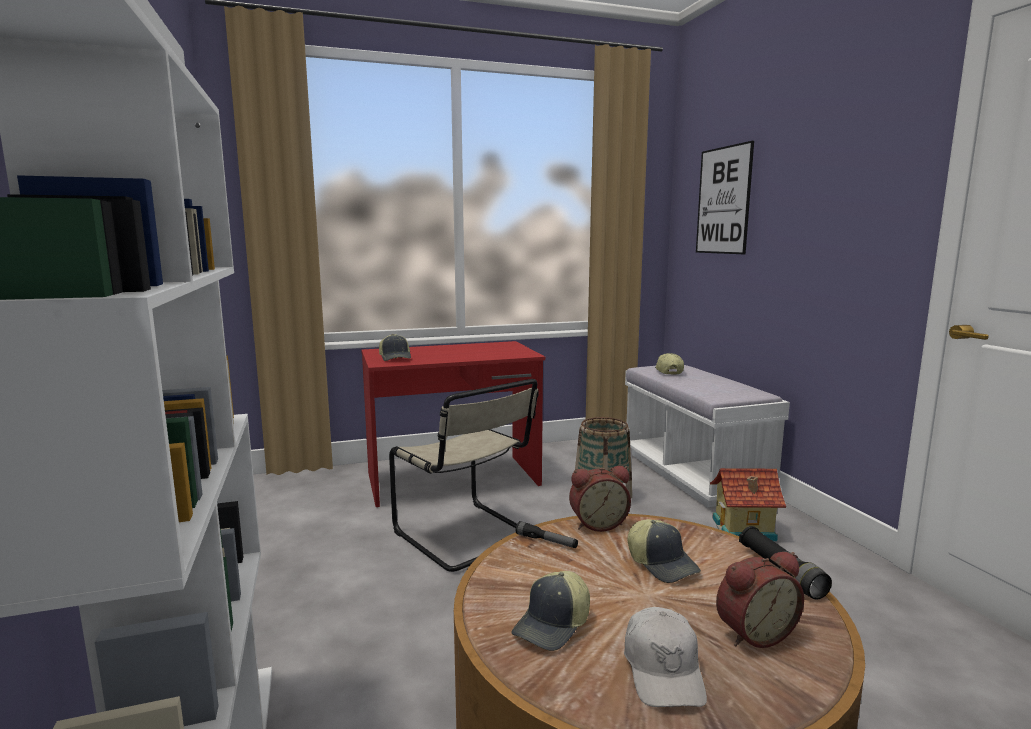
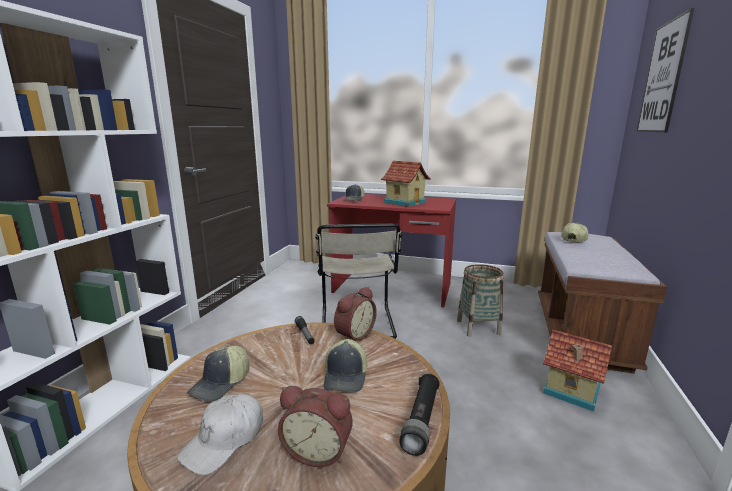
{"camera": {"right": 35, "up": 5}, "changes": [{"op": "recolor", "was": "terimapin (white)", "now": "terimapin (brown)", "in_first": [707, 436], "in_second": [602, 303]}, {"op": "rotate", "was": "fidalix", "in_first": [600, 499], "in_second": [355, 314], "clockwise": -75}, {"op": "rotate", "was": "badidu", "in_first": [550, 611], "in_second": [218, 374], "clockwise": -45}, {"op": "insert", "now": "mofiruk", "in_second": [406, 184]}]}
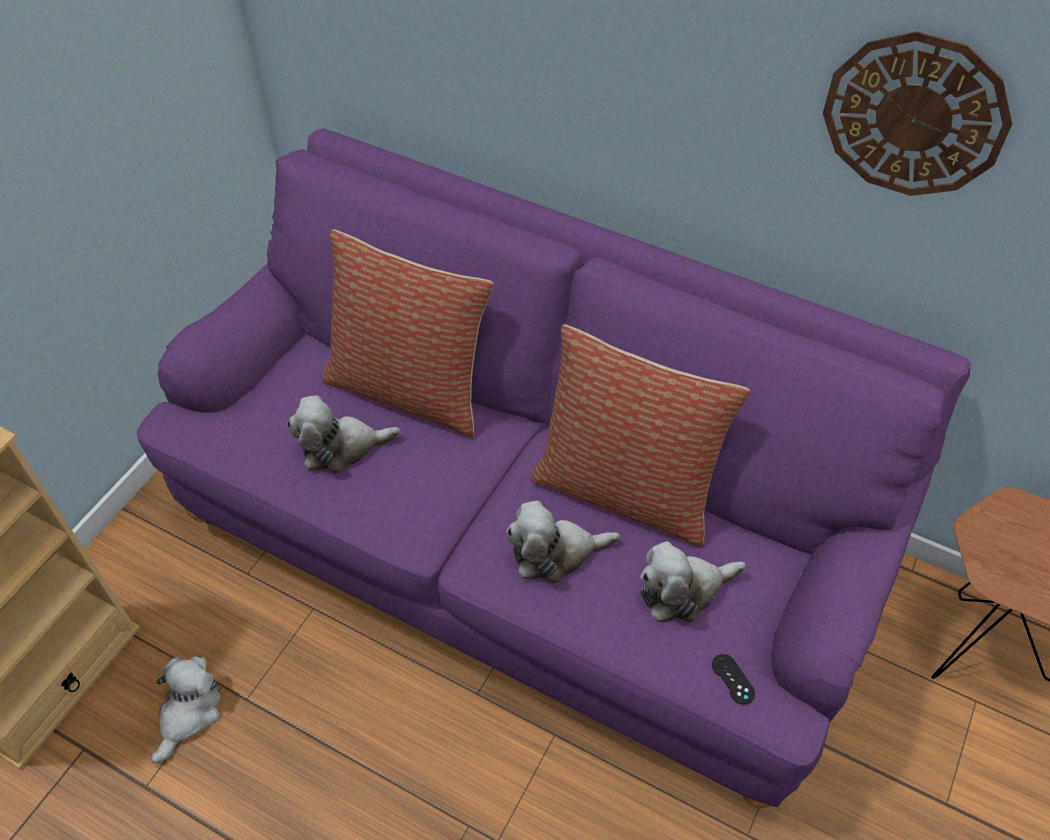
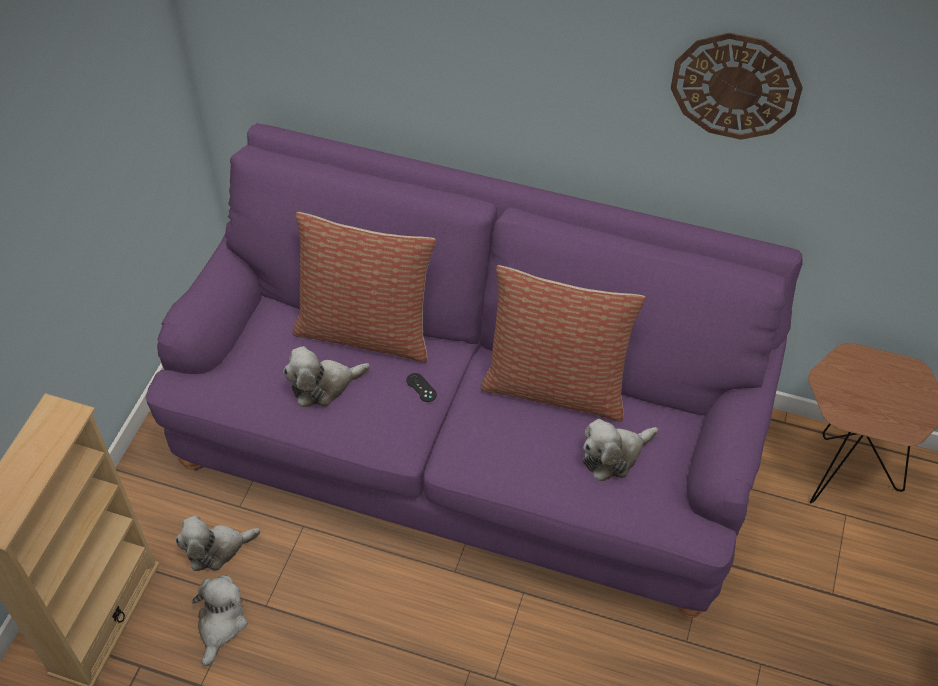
{"camera": {"right": -10, "up": 0}, "changes": [{"op": "move", "was": "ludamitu", "in_first": [563, 542], "in_second": [218, 543]}, {"op": "move", "was": "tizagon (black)", "in_first": [733, 679], "in_second": [421, 387]}]}
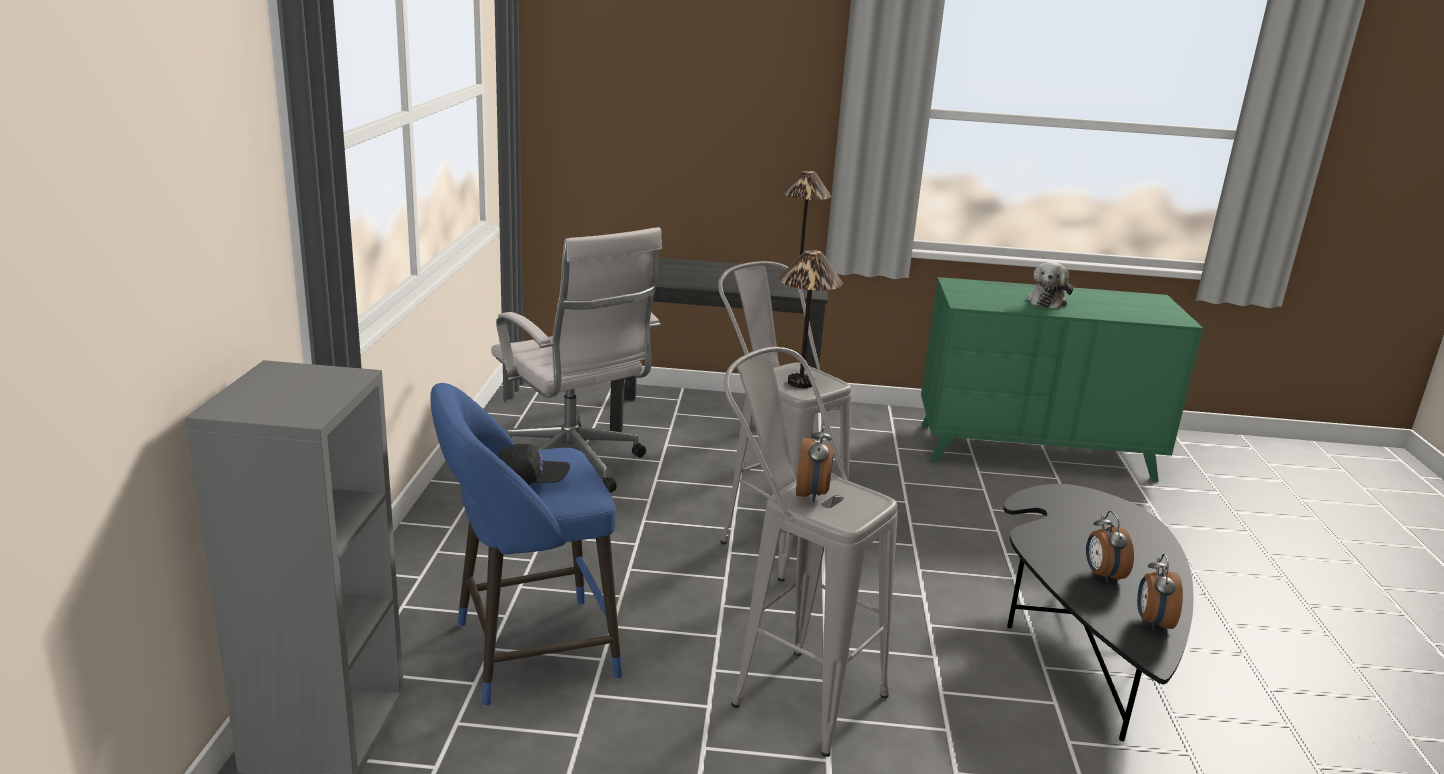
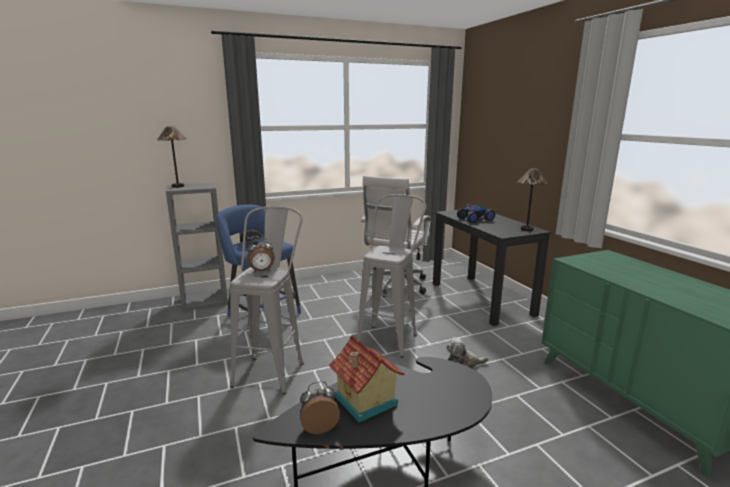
{"camera": {"right": 65, "up": -5}, "changes": [{"op": "move", "was": "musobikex", "in_first": [811, 319], "in_second": [172, 157]}, {"op": "move", "was": "ludamitu", "in_first": [1049, 285], "in_second": [467, 353]}, {"op": "replace", "was": "fidalix", "now": "mofiruk", "in_first": [1110, 547], "in_second": [367, 378]}, {"op": "insert", "now": "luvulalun", "in_second": [476, 213]}]}
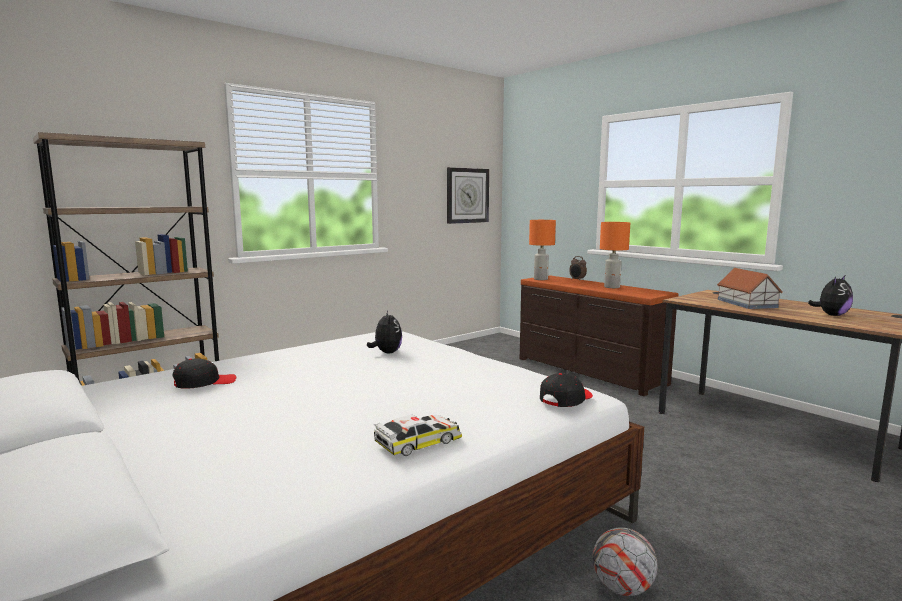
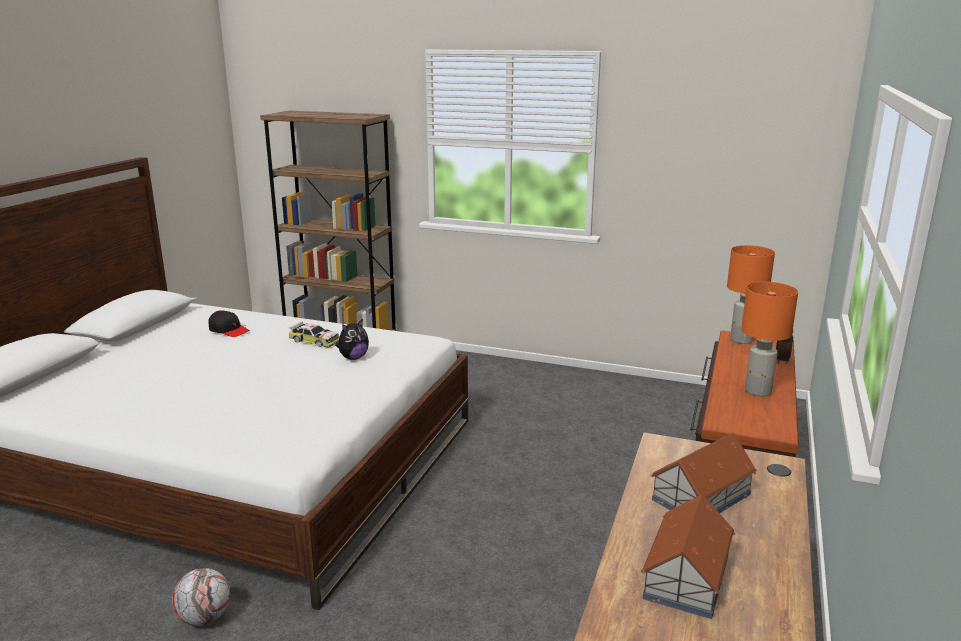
{"camera": {"right": 60, "up": 10}, "changes": [{"op": "delete", "was": "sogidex", "in_first": [468, 195]}, {"op": "replace", "was": "ludamitu", "now": "mofiruk", "in_first": [830, 296], "in_second": [688, 556]}, {"op": "delete", "was": "badidu (black)", "in_first": [566, 390]}, {"op": "move", "was": "luvulalun", "in_first": [417, 435], "in_second": [314, 335]}]}
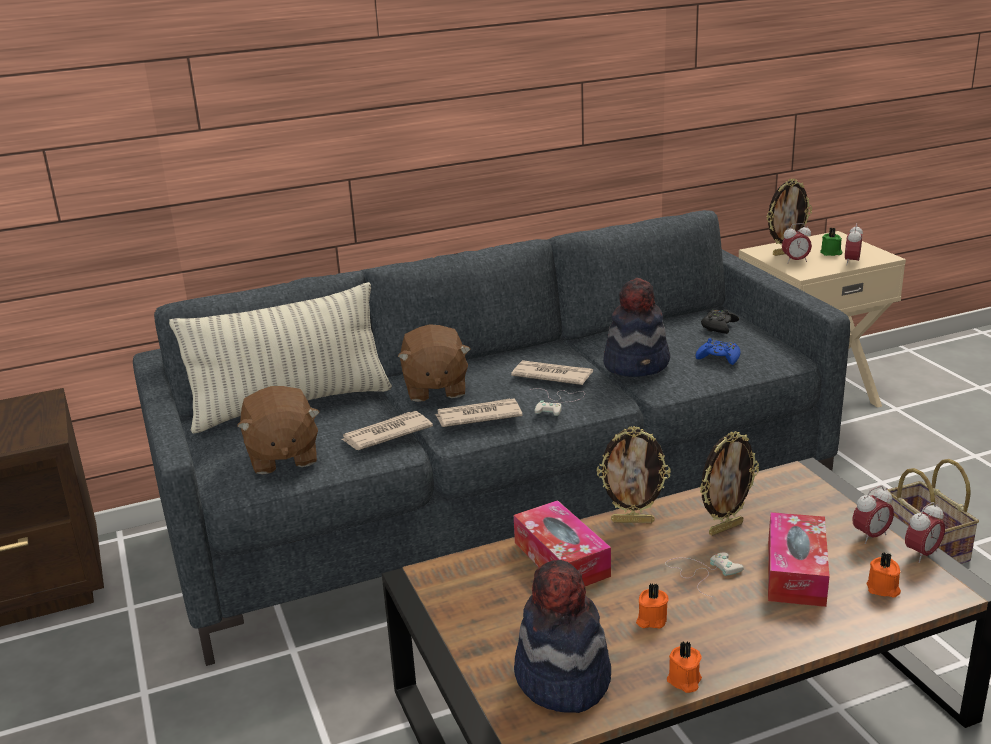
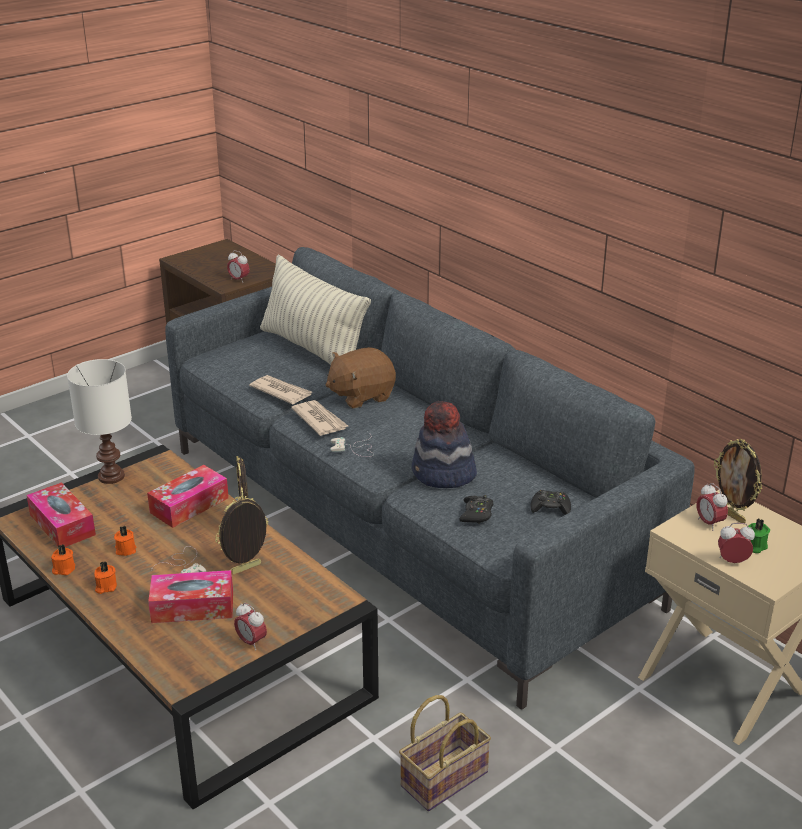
{"camera": {"right": 70, "up": 5}, "changes": [{"op": "recolor", "was": "tizagon (blue)", "now": "tizagon (black)", "in_first": [718, 351], "in_second": [476, 509]}, {"op": "delete", "was": "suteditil", "in_first": [552, 372]}, {"op": "delete", "was": "ludamitu (brown)", "in_first": [278, 430]}, {"op": "rotate", "was": "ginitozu", "in_first": [729, 483], "in_second": [242, 535], "clockwise": 105}, {"op": "move", "was": "fidalix", "in_first": [925, 532], "in_second": [238, 266]}, {"op": "move", "was": "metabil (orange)", "in_first": [883, 575], "in_second": [105, 577]}, {"op": "replace", "was": "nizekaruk", "now": "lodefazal", "in_first": [562, 636], "in_second": [61, 514]}, {"op": "insert", "now": "musobikex (white)", "in_second": [99, 421]}]}
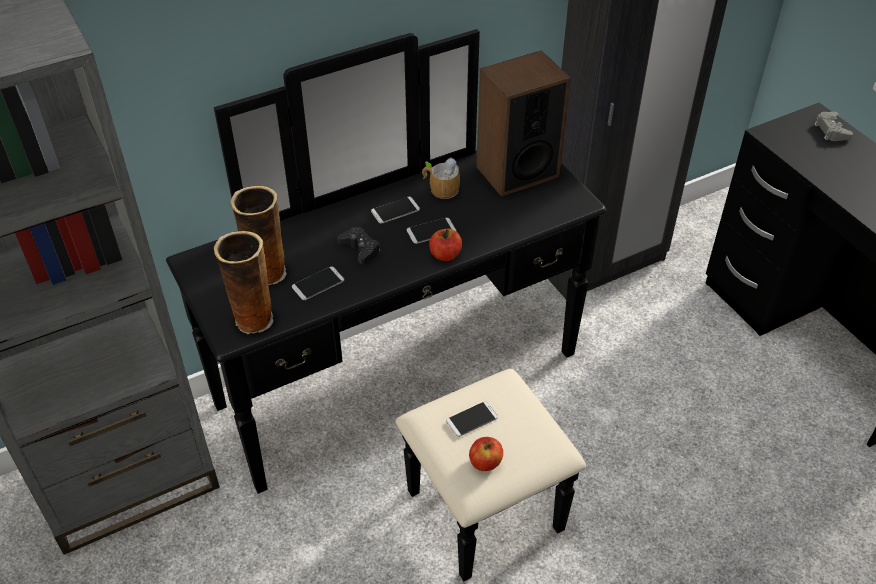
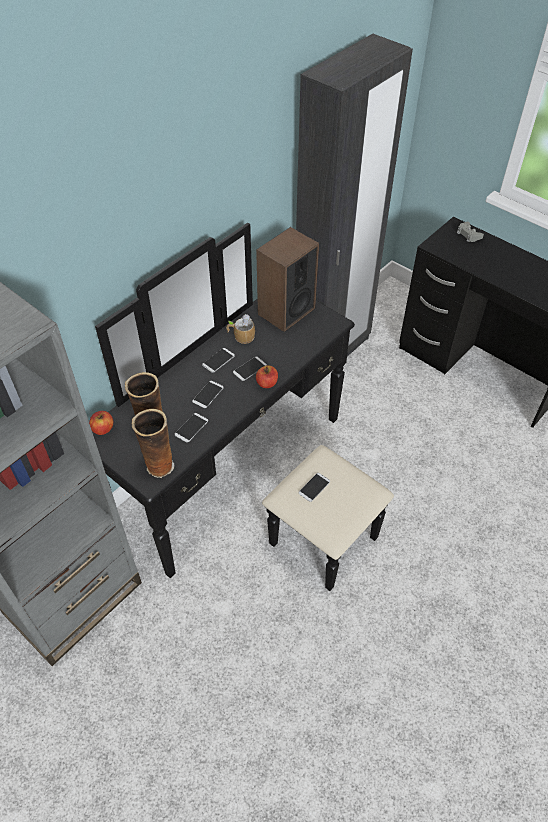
{"camera": {"right": -20, "up": 5}, "changes": [{"op": "replace", "was": "tizagon (black)", "now": "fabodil", "in_first": [358, 245], "in_second": [208, 394]}, {"op": "move", "was": "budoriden", "in_first": [486, 454], "in_second": [101, 423]}]}
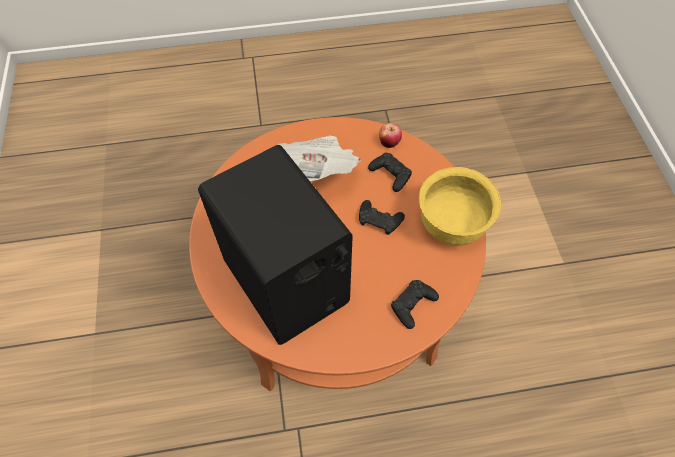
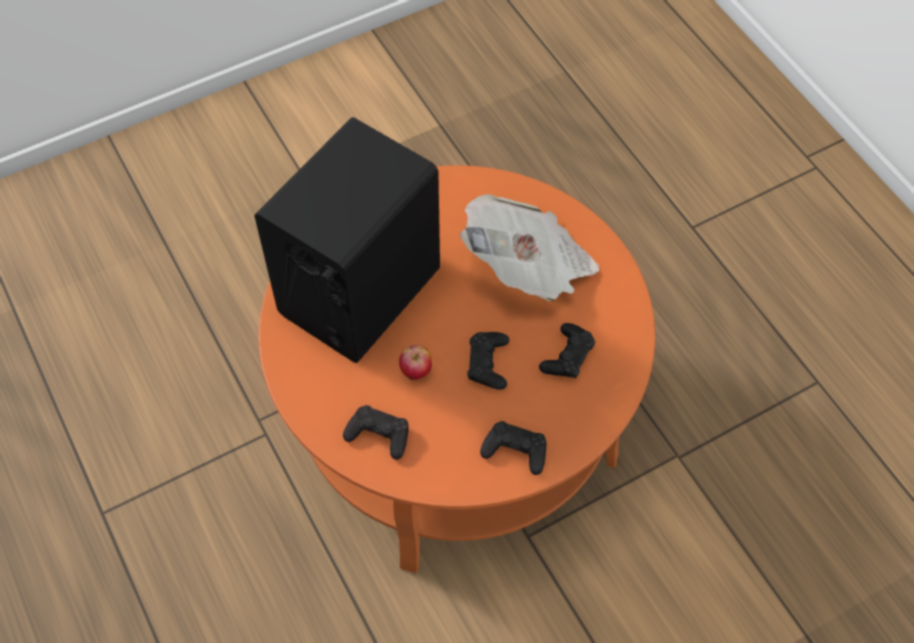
{"camera": {"right": 70, "up": 0}, "changes": [{"op": "move", "was": "budoriden", "in_first": [390, 135], "in_second": [415, 362]}, {"op": "replace", "was": "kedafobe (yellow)", "now": "tizagon (black)", "in_first": [460, 206], "in_second": [513, 448]}]}
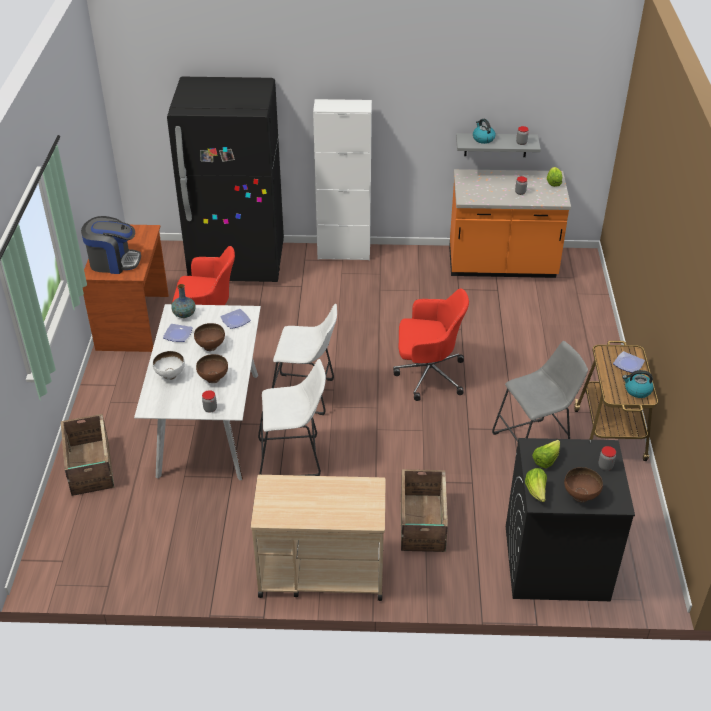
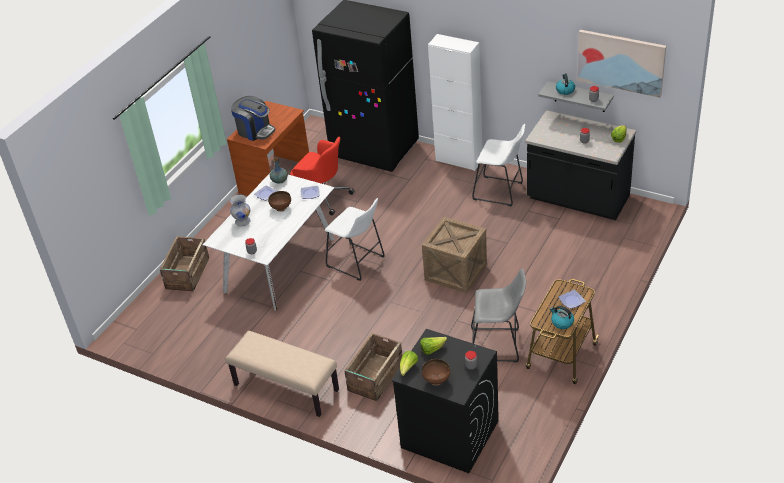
{"camera": {"right": 30, "up": 0}, "changes": [{"op": "recolor", "was": "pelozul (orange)", "now": "pelozul (black)", "in_first": [510, 223], "in_second": [580, 165]}, {"op": "replace", "was": "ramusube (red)", "now": "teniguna", "in_first": [431, 345], "in_second": [454, 254]}, {"op": "replace", "was": "kedafobe (white)", "now": "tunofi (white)", "in_first": [169, 365], "in_second": [240, 210]}, {"op": "delete", "was": "kedafobe (brown)", "in_first": [212, 368]}, {"op": "move", "was": "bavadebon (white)", "in_first": [292, 417], "in_second": [498, 165]}, {"op": "replace", "was": "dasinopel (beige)", "now": "terimapin (beige)", "in_first": [318, 538], "in_second": [282, 374]}, {"op": "insert", "now": "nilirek", "in_second": [621, 64]}]}
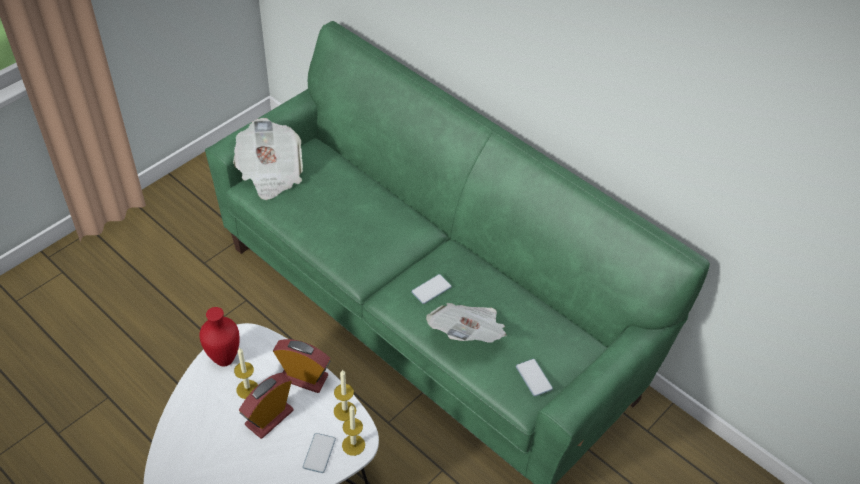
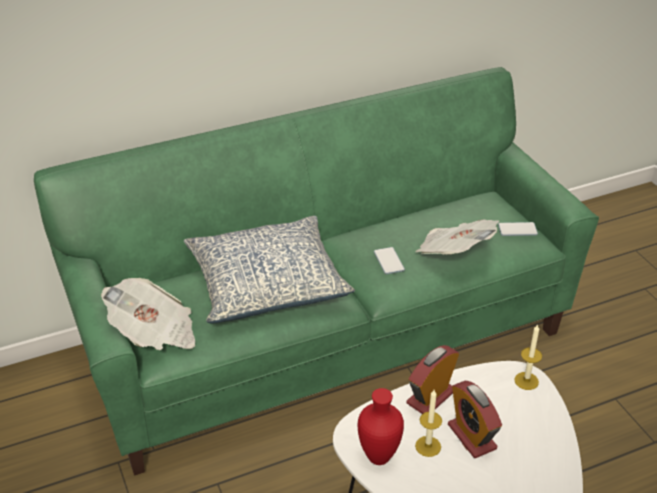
{"camera": {"right": -65, "up": -10}, "changes": [{"op": "delete", "was": "metabil", "in_first": [345, 395]}, {"op": "delete", "was": "fabodil", "in_first": [319, 453]}, {"op": "insert", "now": "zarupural", "in_second": [269, 269]}]}
